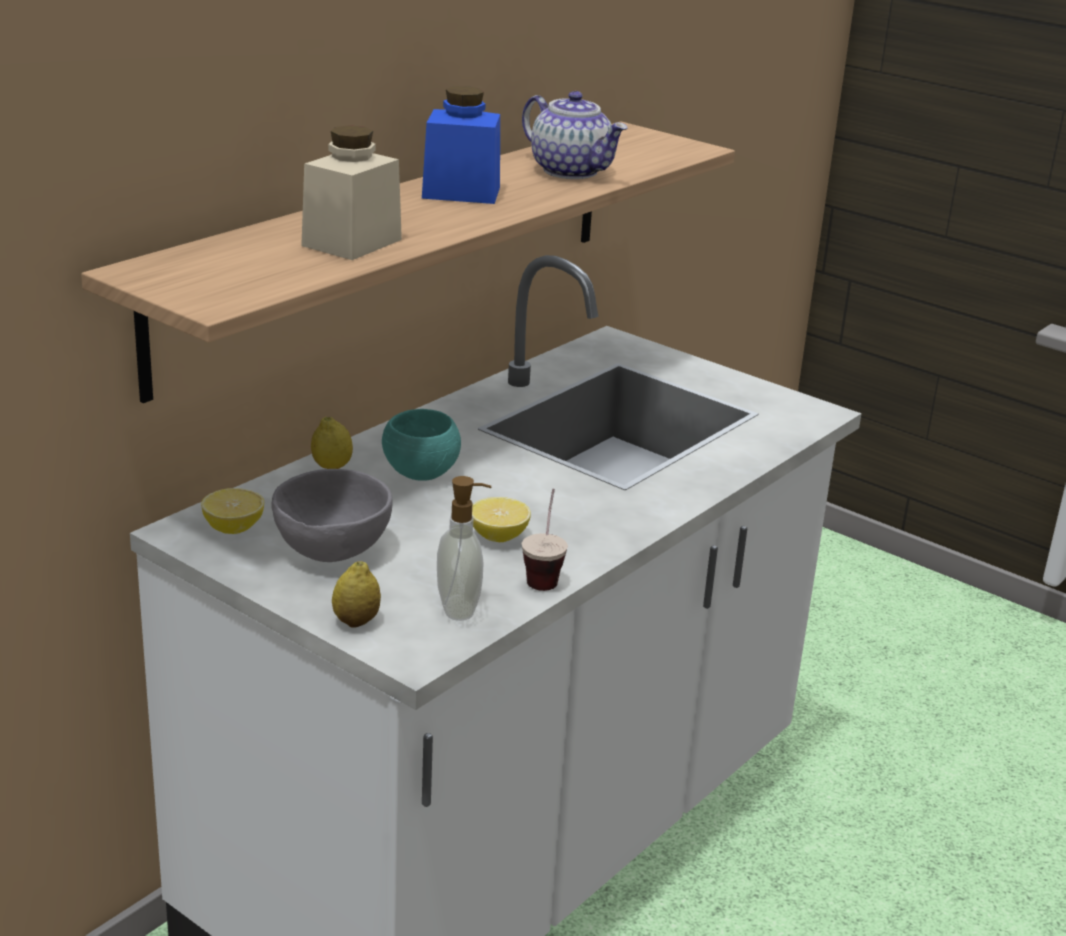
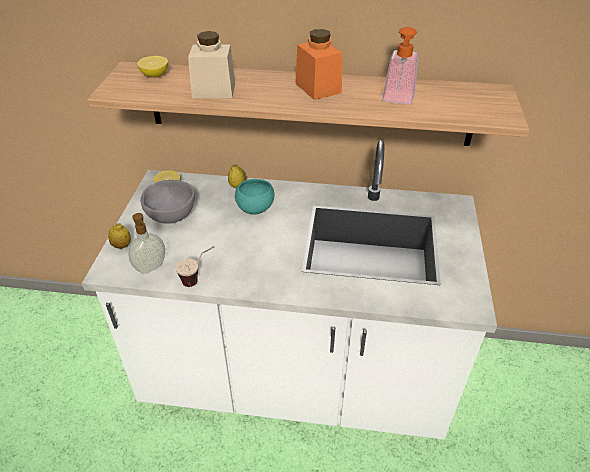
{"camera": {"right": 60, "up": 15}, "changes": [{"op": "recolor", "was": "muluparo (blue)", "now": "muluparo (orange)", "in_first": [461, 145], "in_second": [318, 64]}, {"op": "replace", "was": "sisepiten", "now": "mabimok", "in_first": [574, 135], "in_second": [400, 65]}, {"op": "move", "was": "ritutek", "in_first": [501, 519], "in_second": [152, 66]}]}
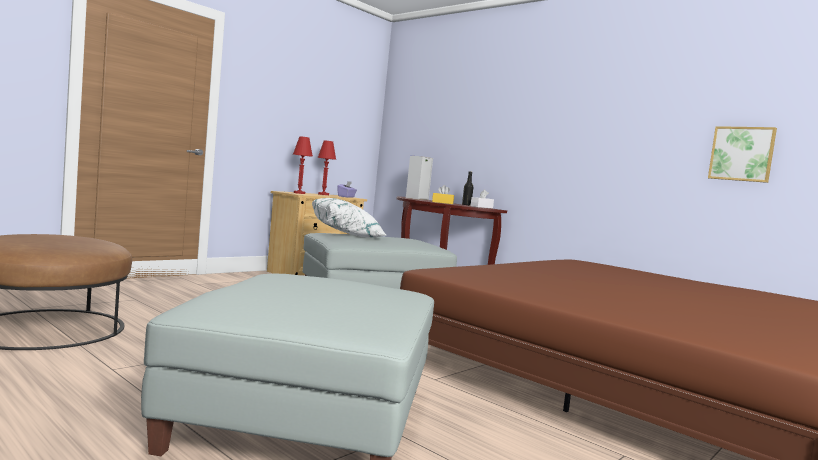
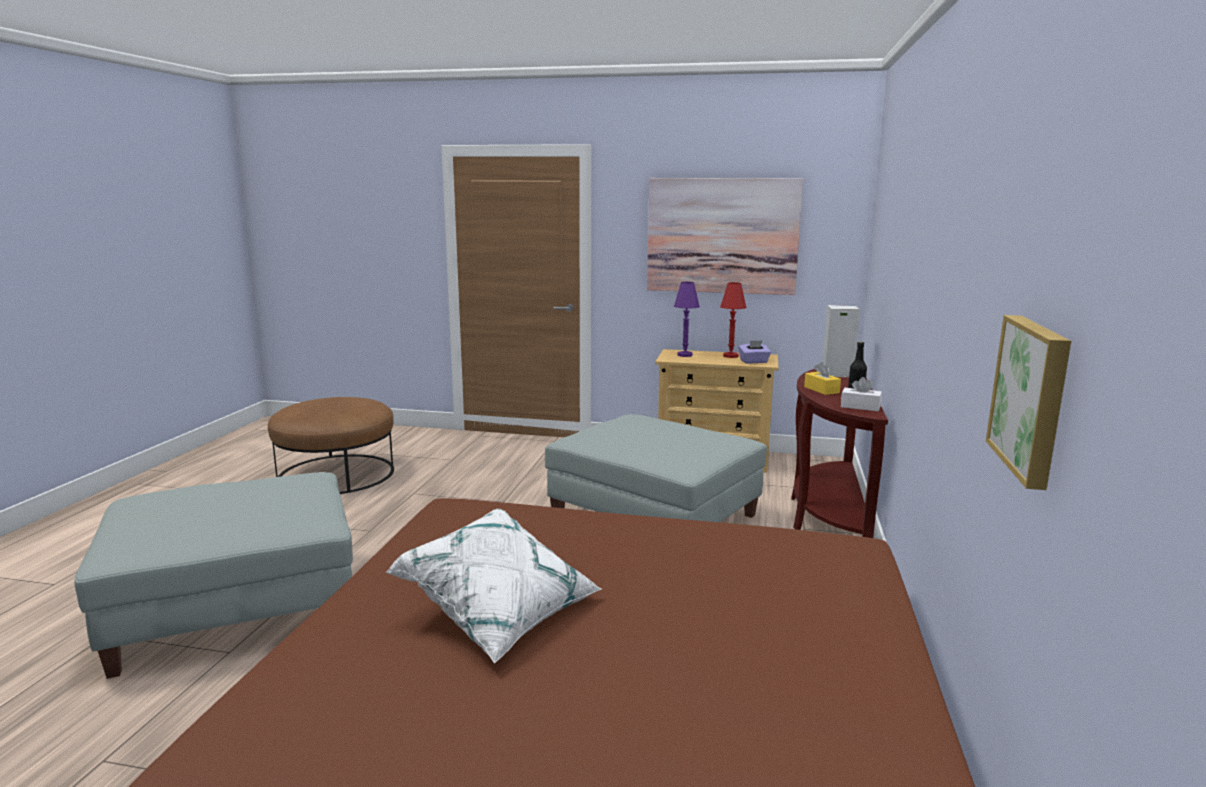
{"camera": {"right": 60, "up": 10}, "changes": [{"op": "recolor", "was": "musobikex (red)", "now": "musobikex (purple)", "in_first": [303, 165], "in_second": [687, 319]}, {"op": "move", "was": "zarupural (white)", "in_first": [349, 218], "in_second": [493, 586]}, {"op": "insert", "now": "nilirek", "in_second": [725, 236]}]}
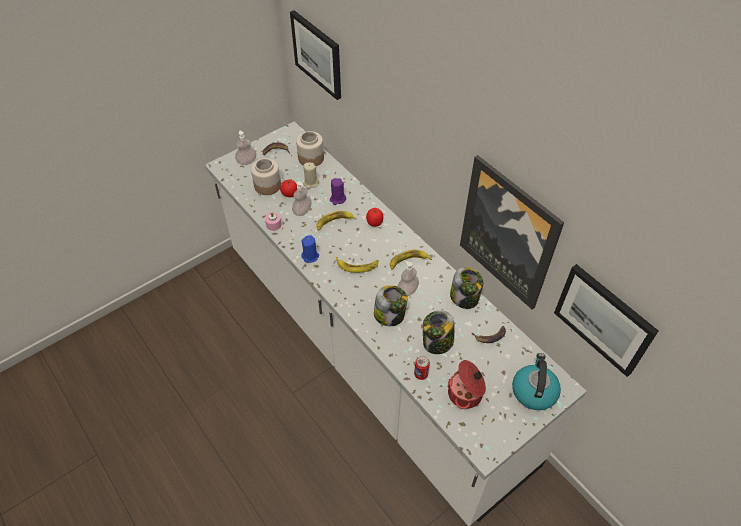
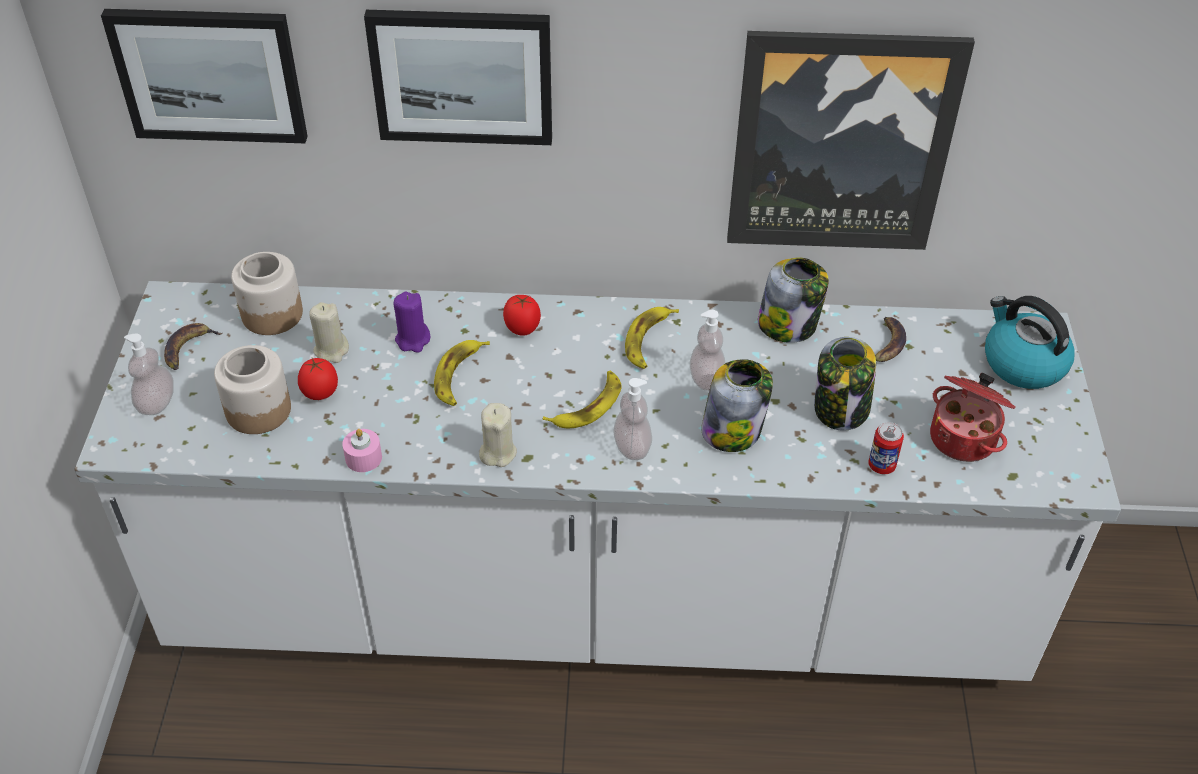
{"camera": {"right": -50, "up": -5}, "changes": [{"op": "move", "was": "mabimok", "in_first": [302, 198], "in_second": [632, 419]}, {"op": "recolor", "was": "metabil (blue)", "now": "metabil (beige)", "in_first": [310, 249], "in_second": [498, 435]}, {"op": "move", "was": "nilirek", "in_first": [606, 320], "in_second": [458, 77]}]}
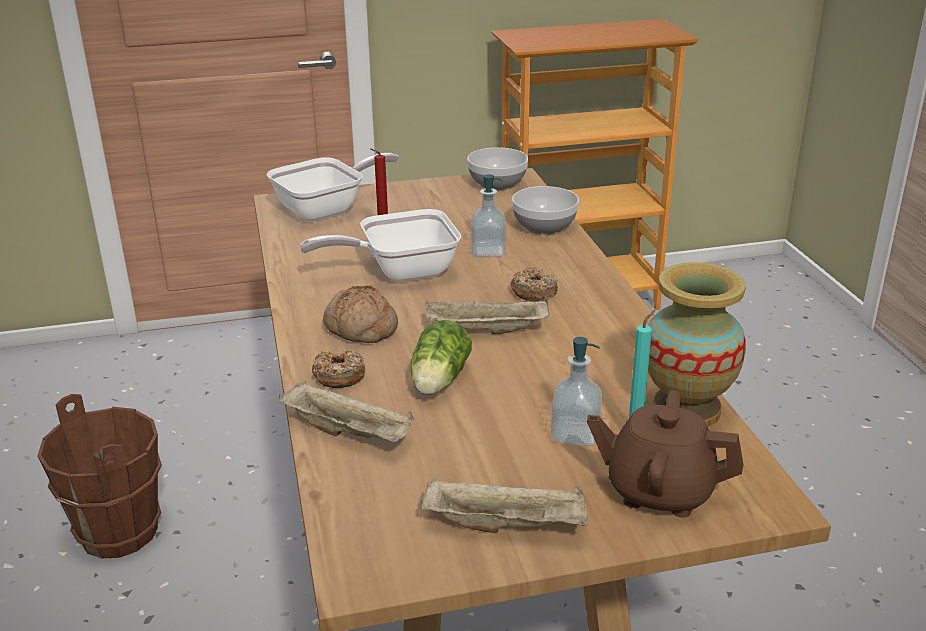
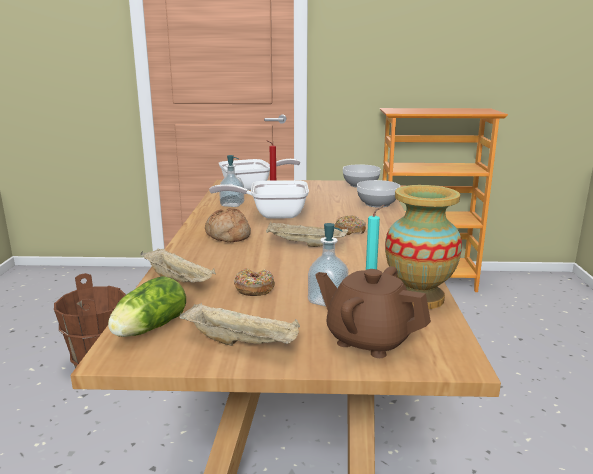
{"camera": {"right": 15, "up": -10}, "changes": [{"op": "move", "was": "mabimok", "in_first": [488, 215], "in_second": [231, 181]}, {"op": "move", "was": "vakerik", "in_first": [441, 357], "in_second": [147, 306]}, {"op": "move", "was": "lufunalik", "in_first": [338, 368], "in_second": [254, 282]}]}
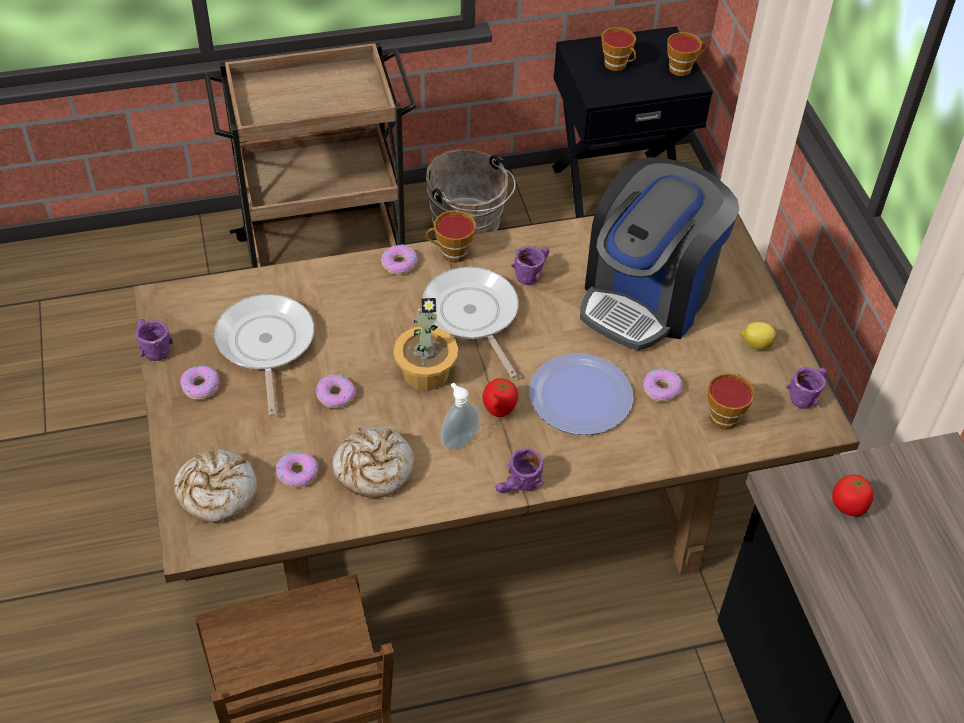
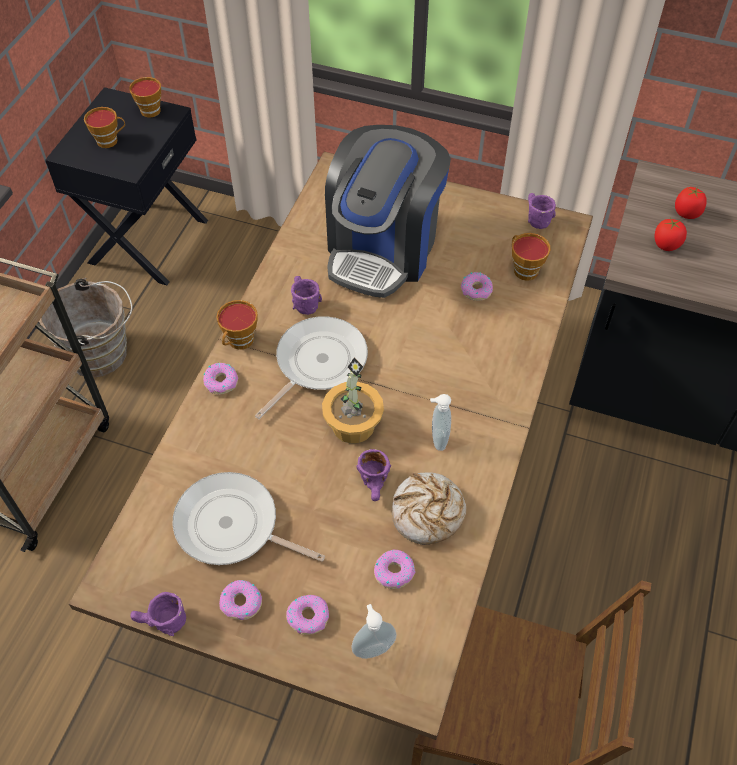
{"camera": {"right": -55, "up": 5}, "changes": [{"op": "rotate", "was": "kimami", "in_first": [659, 253], "in_second": [388, 211], "clockwise": 45}, {"op": "rotate", "was": "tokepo", "in_first": [470, 322], "in_second": [311, 367], "clockwise": 120}, {"op": "delete", "was": "ritutek", "in_first": [758, 336]}, {"op": "delete", "was": "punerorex", "in_first": [581, 394]}, {"op": "move", "was": "lufunalik", "in_first": [336, 391], "in_second": [307, 615]}, {"op": "move", "was": "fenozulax", "in_first": [500, 397], "in_second": [691, 203]}, {"op": "replace", "was": "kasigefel", "now": "mabimok", "in_first": [216, 485], "in_second": [374, 631]}, {"op": "move", "was": "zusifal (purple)", "in_first": [519, 470], "in_second": [373, 475]}]}
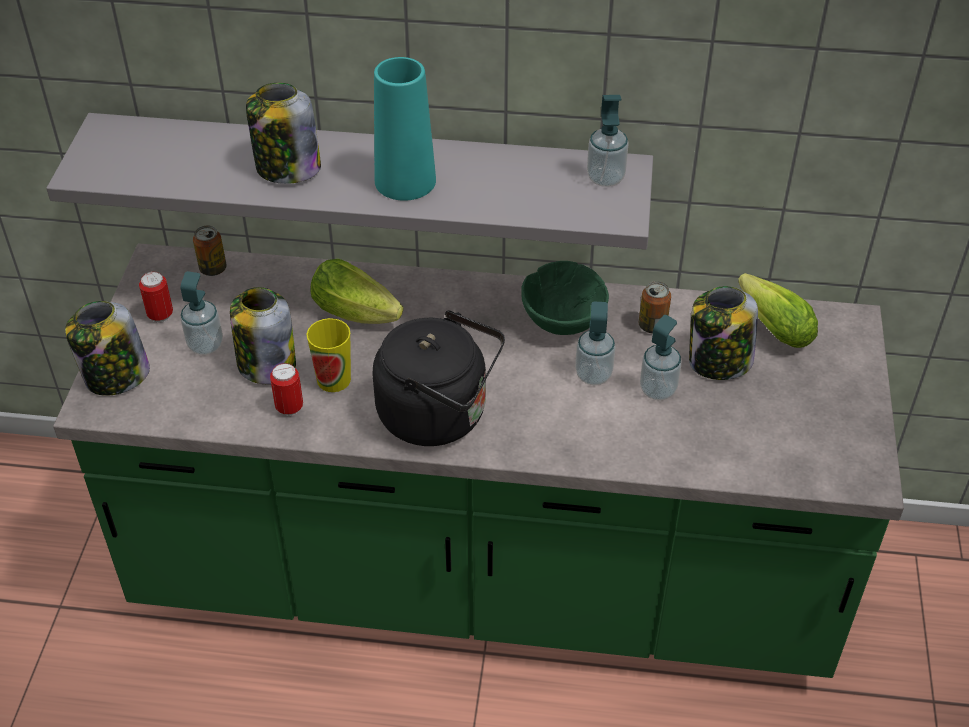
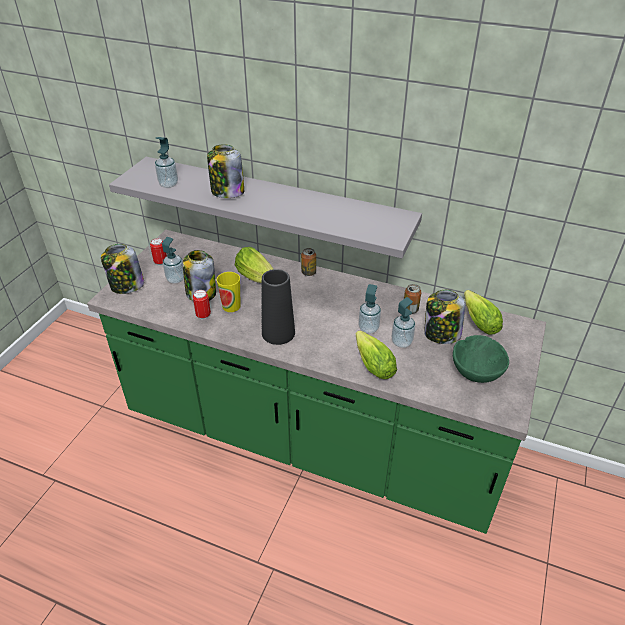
{"camera": {"right": 15, "up": -5}, "changes": [{"op": "delete", "was": "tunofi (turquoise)", "in_first": [405, 129]}, {"op": "move", "was": "mabimok", "in_first": [608, 141], "in_second": [166, 162]}, {"op": "move", "was": "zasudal", "in_first": [210, 250], "in_second": [308, 262]}, {"op": "move", "was": "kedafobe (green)", "in_first": [565, 298], "in_second": [481, 359]}, {"op": "replace", "was": "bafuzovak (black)", "now": "tunofi (black)", "in_first": [439, 378], "in_second": [278, 307]}, {"op": "insert", "now": "vakerik", "in_second": [376, 355]}]}
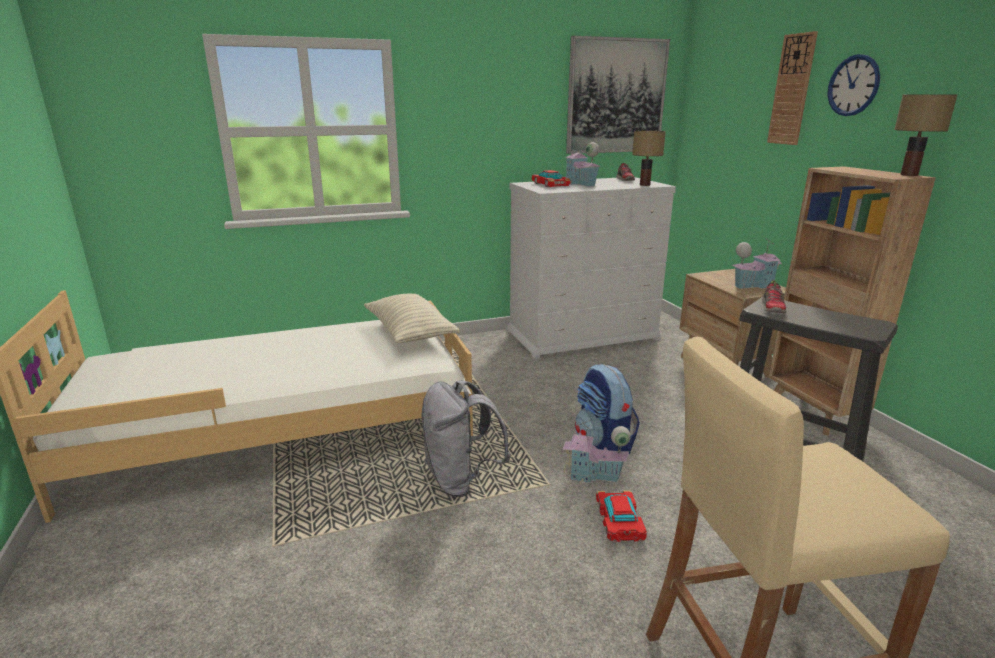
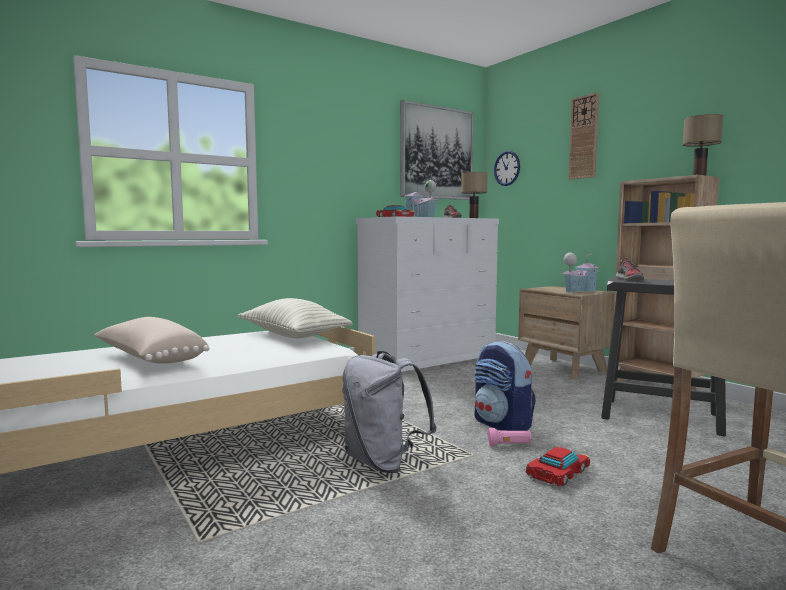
{"camera": {"right": -15, "up": -15}, "changes": [{"op": "move", "was": "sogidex", "in_first": [853, 85], "in_second": [507, 168]}, {"op": "replace", "was": "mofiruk", "now": "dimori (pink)", "in_first": [596, 451], "in_second": [510, 437]}, {"op": "rotate", "was": "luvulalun", "in_first": [621, 516], "in_second": [558, 467], "clockwise": 60}, {"op": "insert", "now": "zarupural (beige)", "in_second": [151, 340]}]}
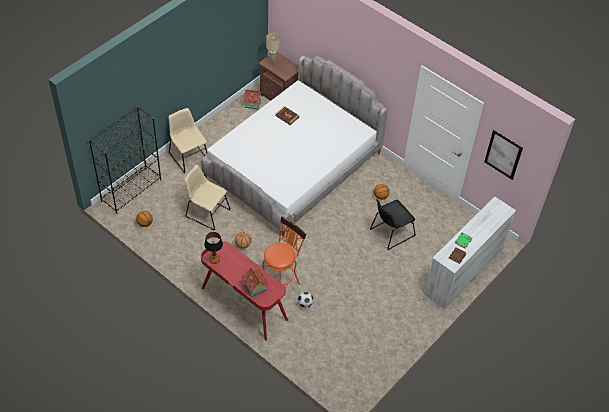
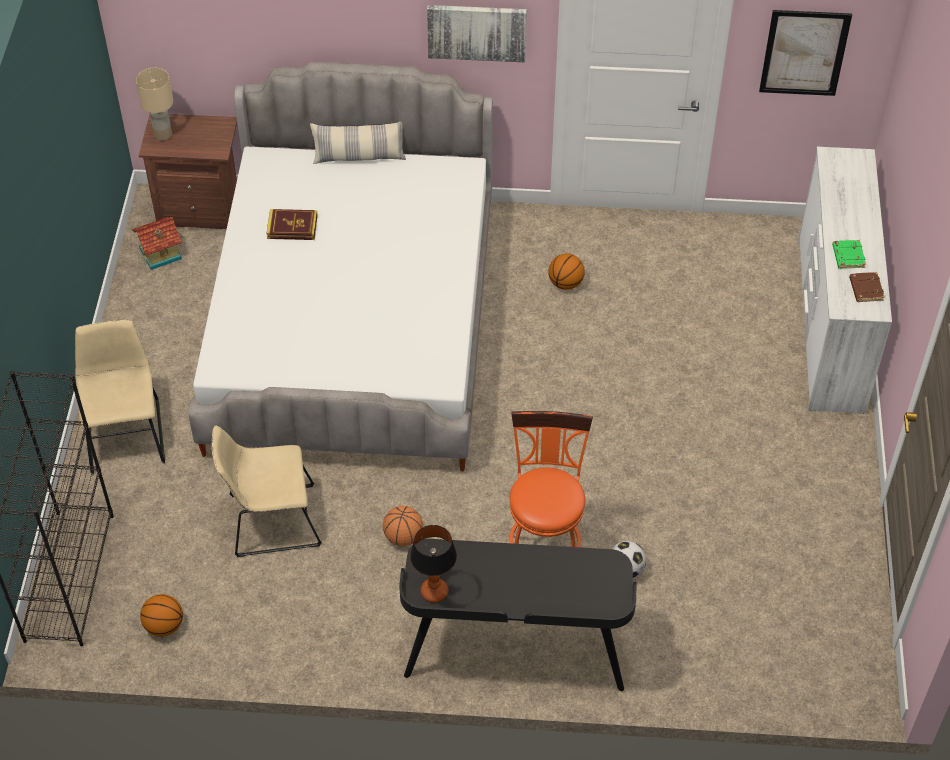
{"camera": {"right": -35, "up": 0}, "changes": [{"op": "rotate", "was": "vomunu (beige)", "in_first": [188, 141], "in_second": [120, 397], "clockwise": 60}, {"op": "delete", "was": "vomunu (black)", "in_first": [393, 224]}, {"op": "recolor", "was": "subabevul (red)", "now": "subabevul (black)", "in_first": [244, 291], "in_second": [517, 615]}, {"op": "delete", "was": "mofiruk", "in_first": [255, 282]}, {"op": "insert", "now": "nilirek", "in_second": [477, 33]}, {"op": "insert", "now": "zarupural", "in_second": [358, 142]}]}
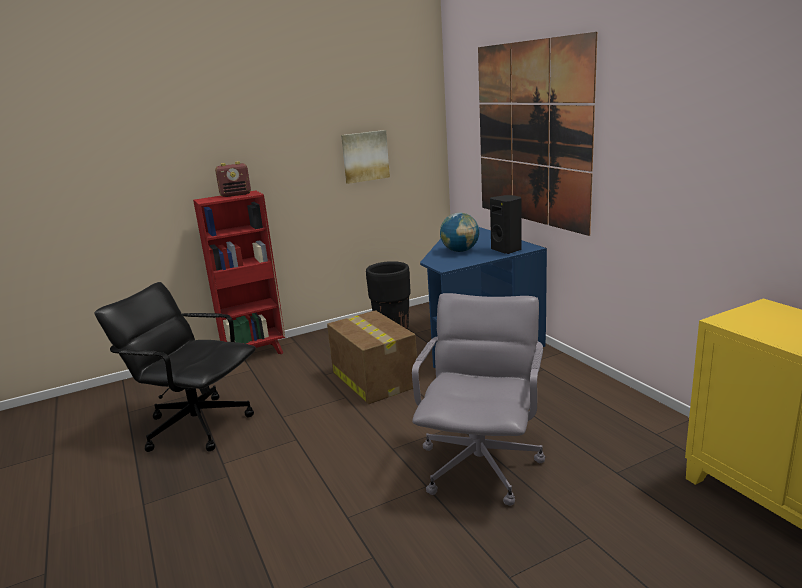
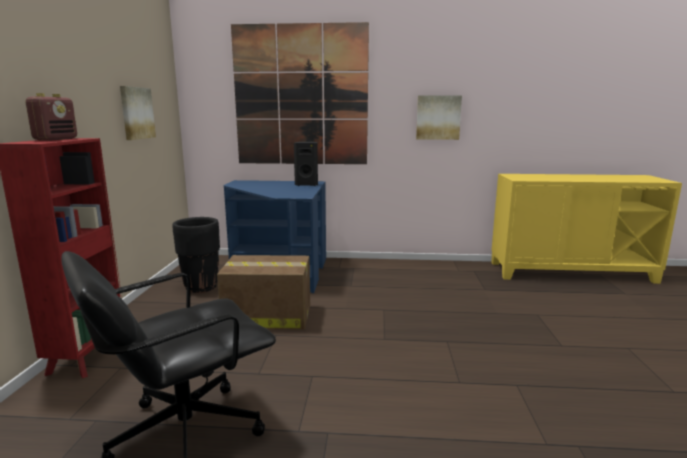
{"camera": {"right": -60, "up": -5}, "changes": [{"op": "delete", "was": "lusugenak", "in_first": [459, 232]}, {"op": "delete", "was": "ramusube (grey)", "in_first": [479, 399]}, {"op": "insert", "now": "nilirek", "in_second": [439, 117]}]}
